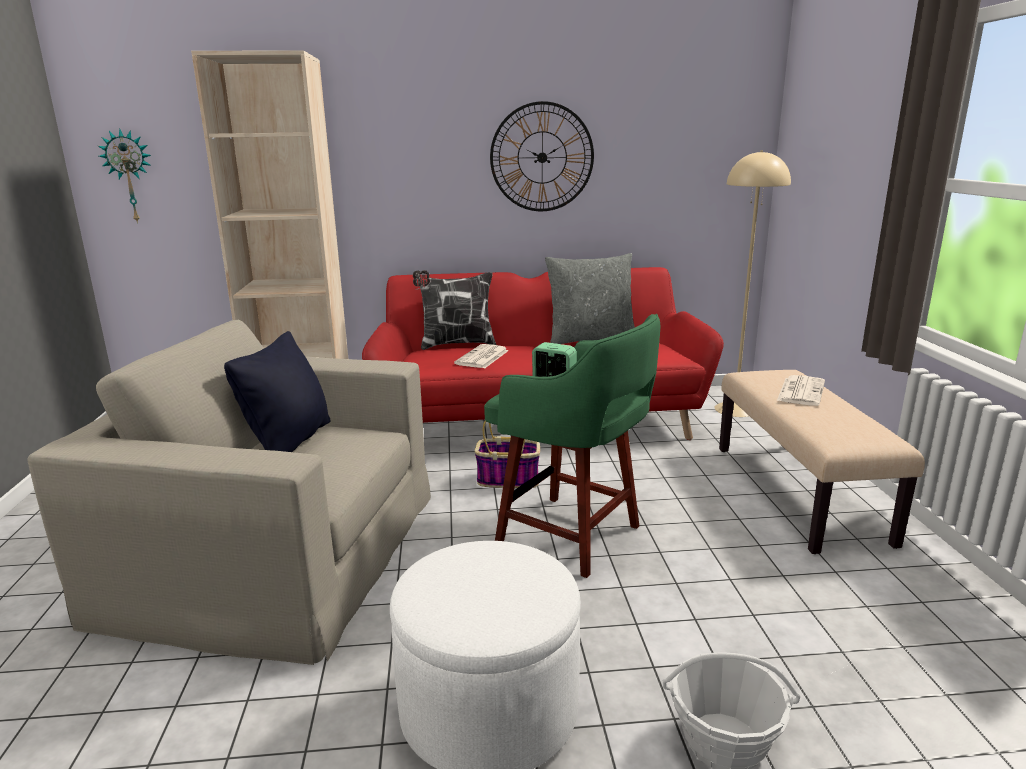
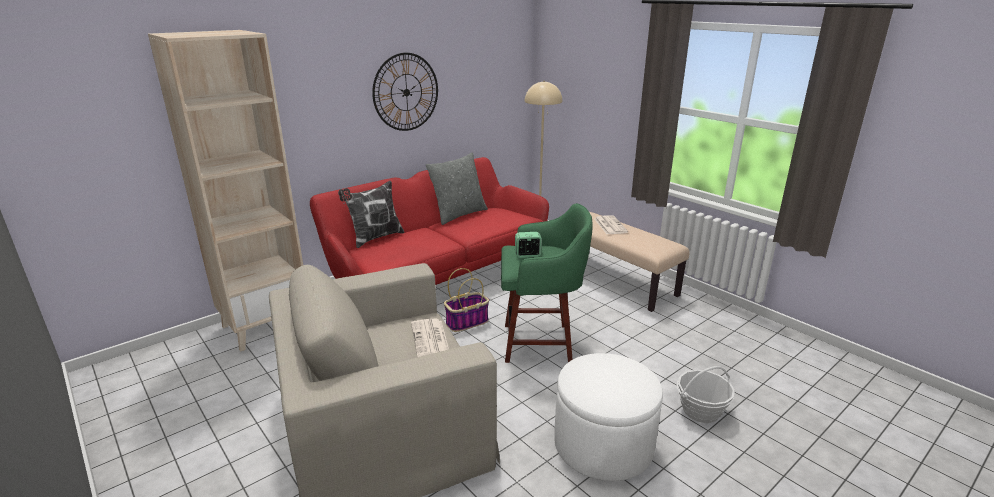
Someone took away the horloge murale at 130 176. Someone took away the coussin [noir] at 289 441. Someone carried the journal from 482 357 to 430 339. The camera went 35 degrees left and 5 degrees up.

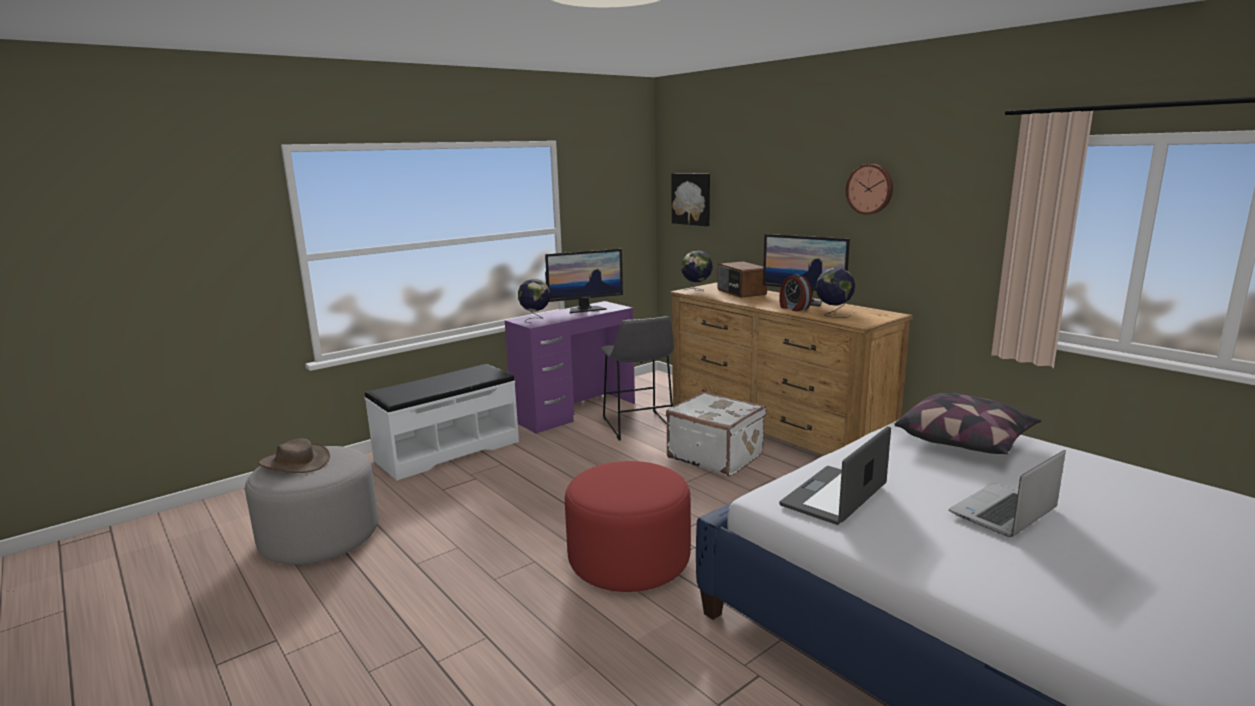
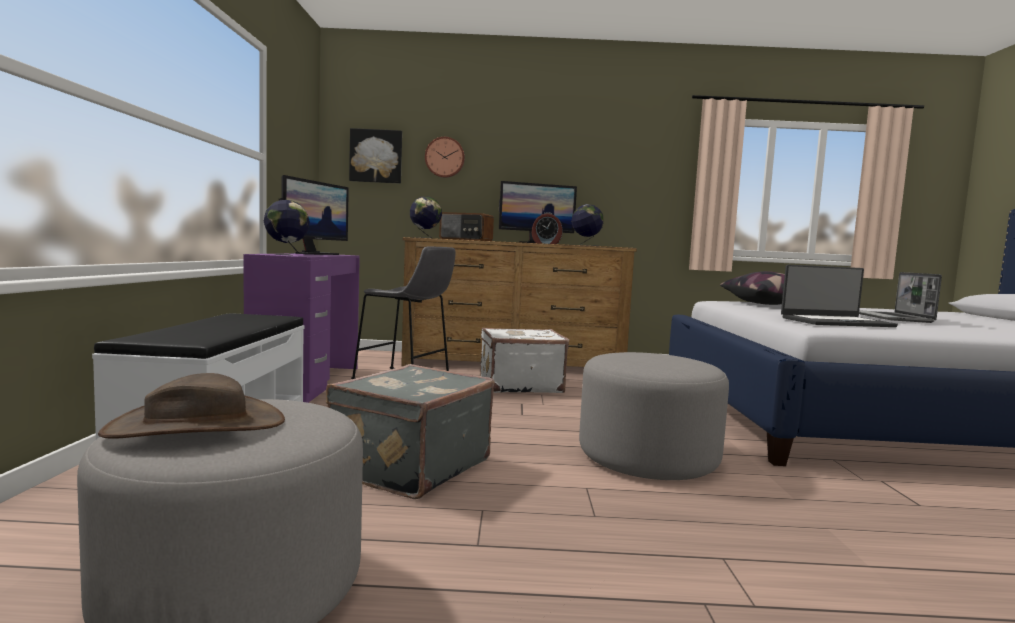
Someone carried the horloge murale from 870 189 to 445 157. Someone rotated the ordinateur portable at 835 496 by 90 degrees counterclockwise. Someone repainted the pouf [rouge] at 629 560, which became the pouf [gris] at 647 457. Someone put down the valise [gris] at 408 466. The camera went 50 degrees left and 10 degrees down.

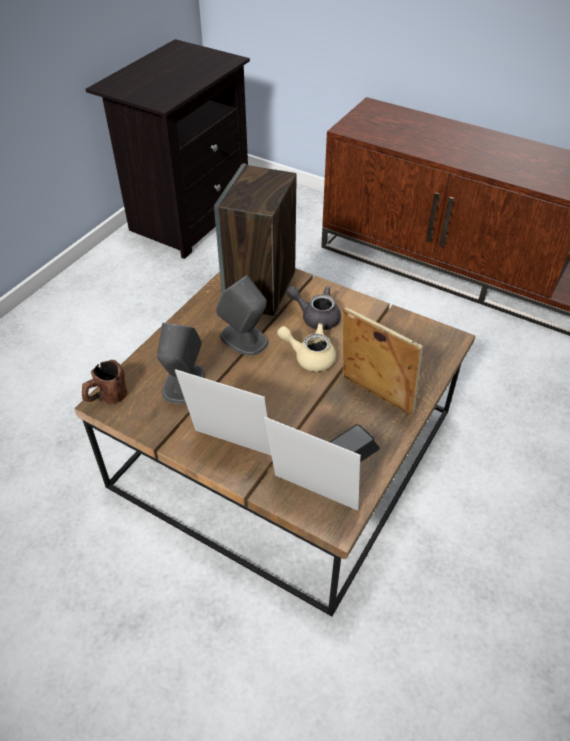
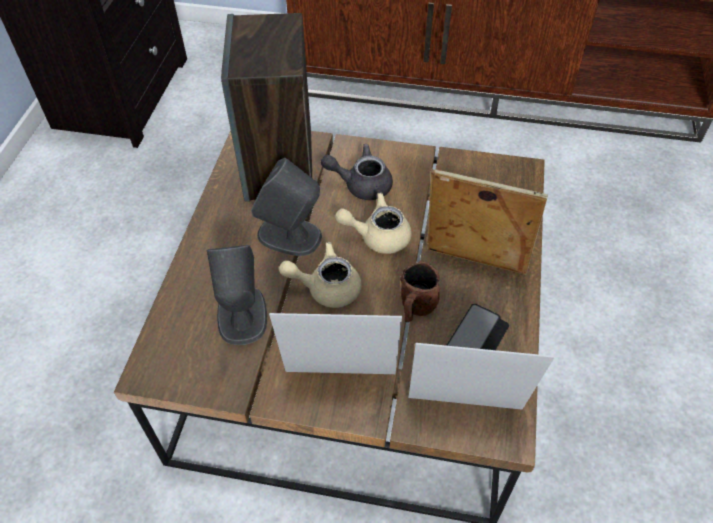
Someone carried the mug [marron] from 106 398 to 415 311. Someone put down the théière [beige] at 326 287. The camera went 20 degrees left and 5 degrees up.

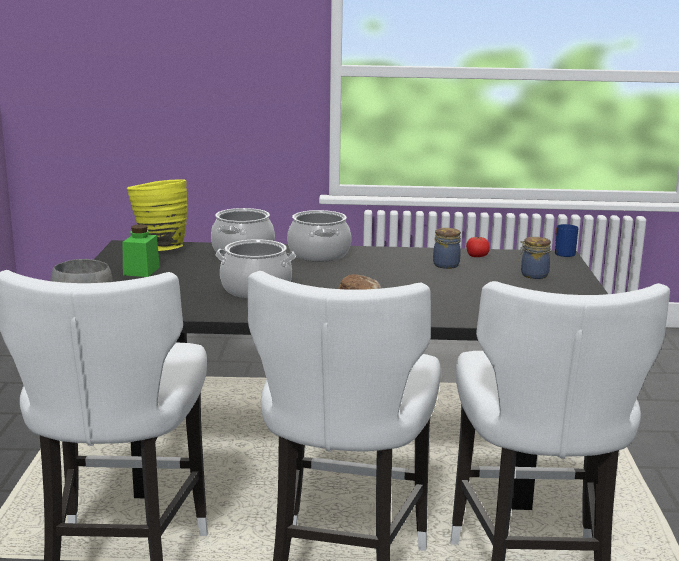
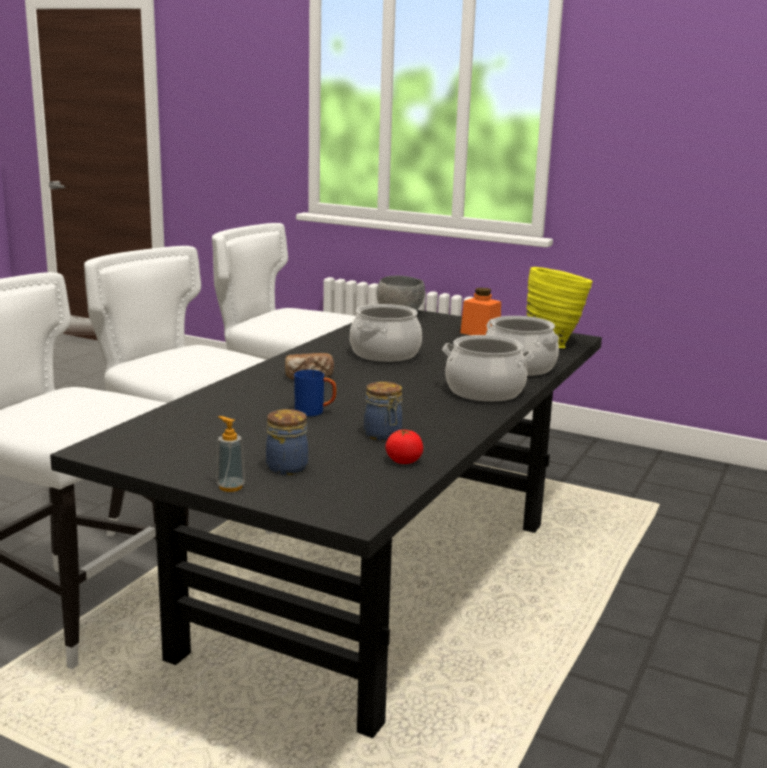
Someone repainted the bocal [vert] at 141 271, which became the bocal [orange] at 480 333. Someone carried the mug [bleu] from 562 253 to 315 412. Someone put down the distributeur de savon at 230 487. The camera went 115 degrees right and 0 degrees up.

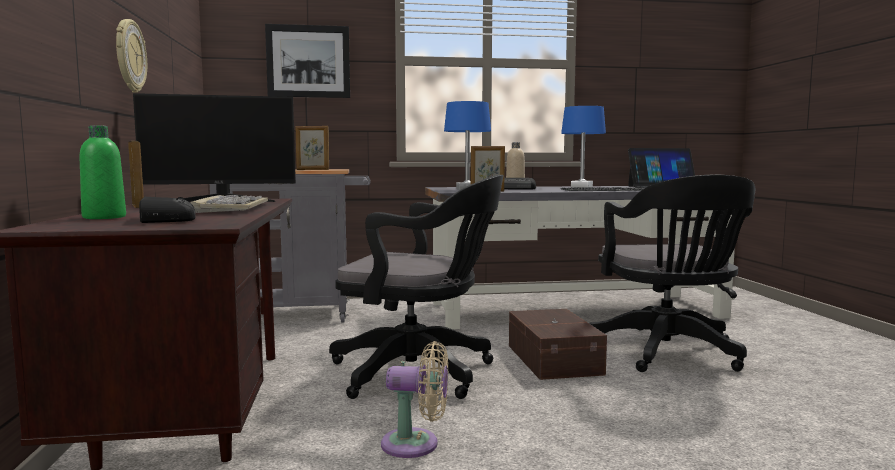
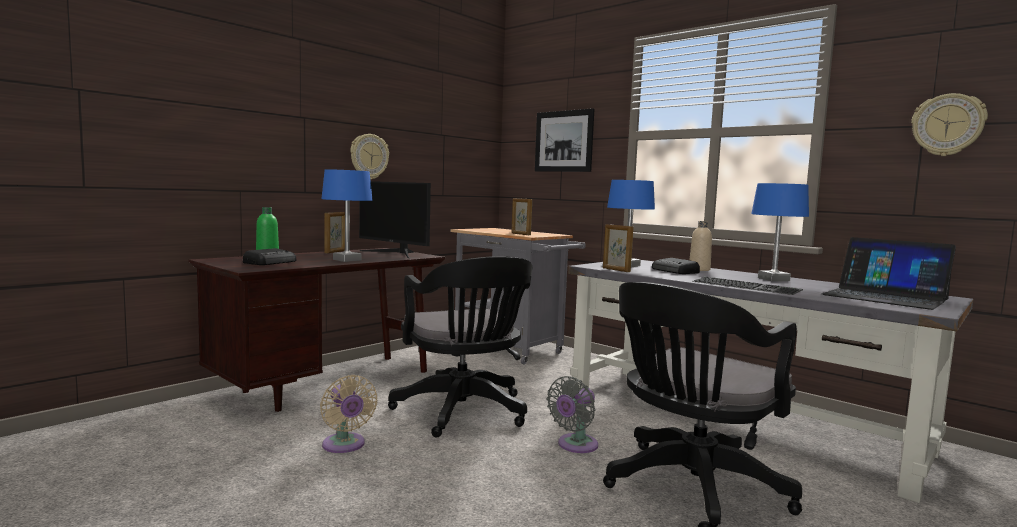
Someone swapped the clavier at 232 208 for the lampe de table [bleu] at 347 260. Someone swapped the boîte de rangement [marron] at 555 359 for the ventilateur [gris] at 575 445. Someone put up the horloge murale at 947 125. The camera went 50 degrees right and 0 degrees up.

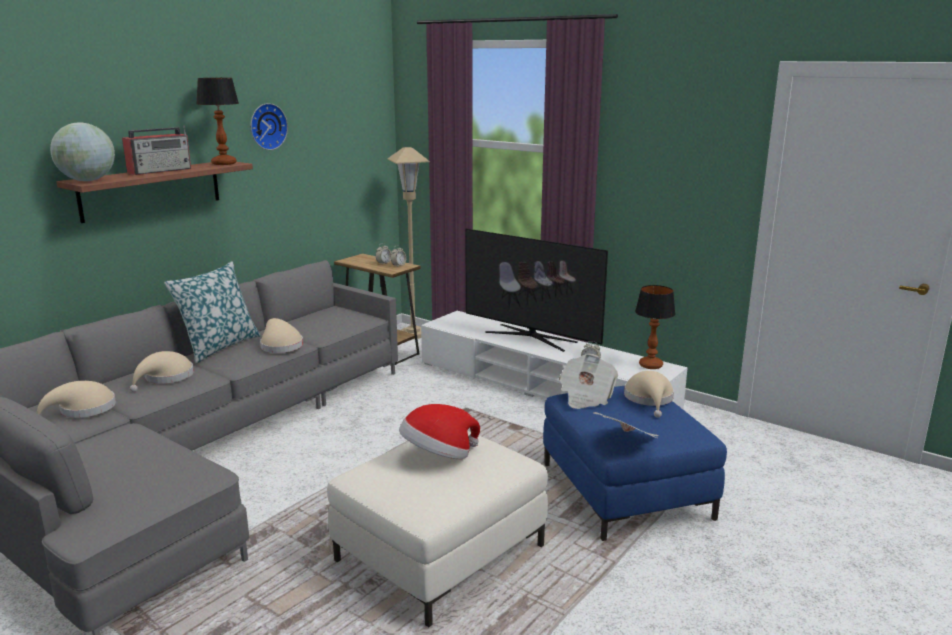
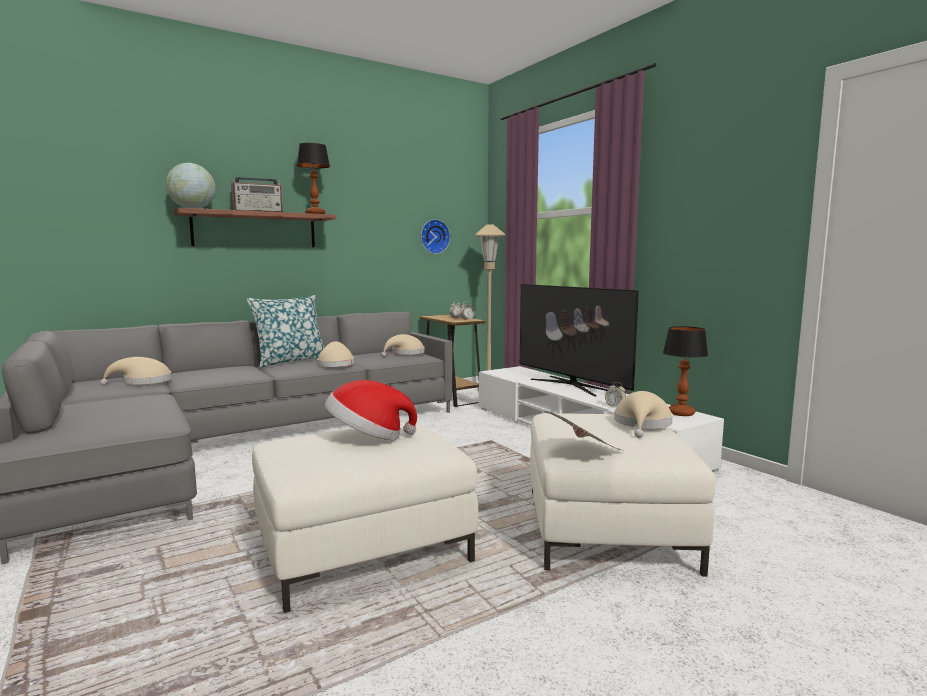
Someone carried the horloge murale from 267 126 to 434 236. Someone carried the chapeau [beige] from 166 378 to 406 353. Someone took away the journal at 586 397. Someone repainted the pouf [bleu] at 625 491, which became the pouf [blanc] at 606 528. The camera went 20 degrees right and 10 degrees down.

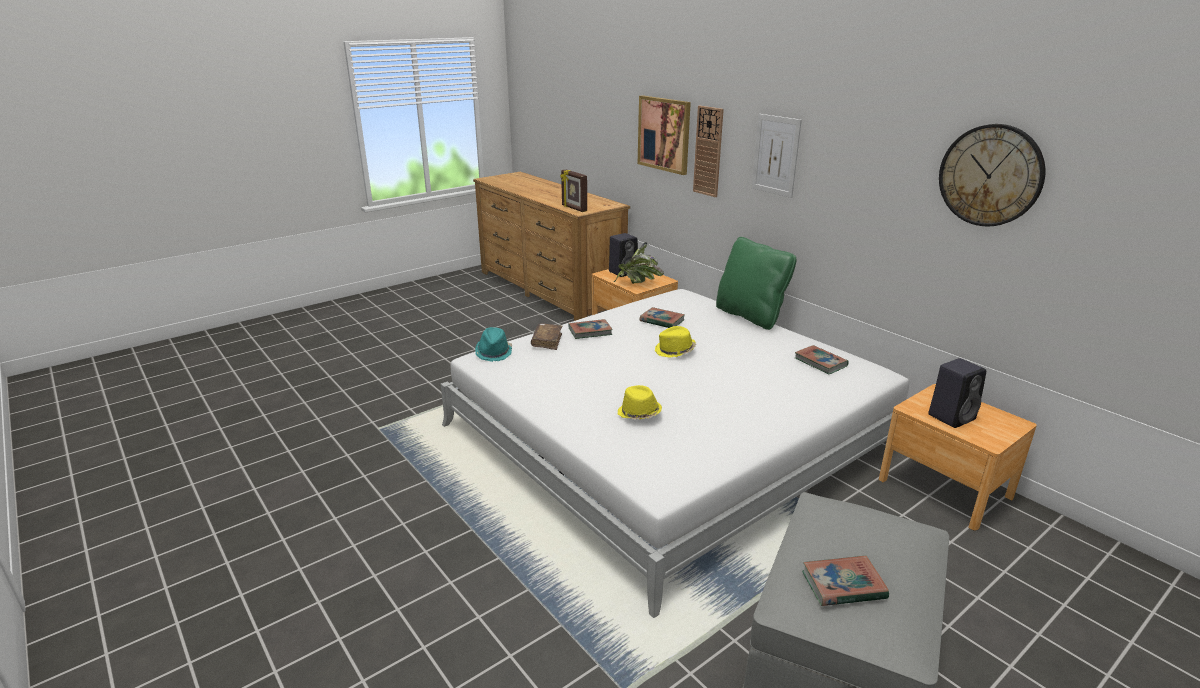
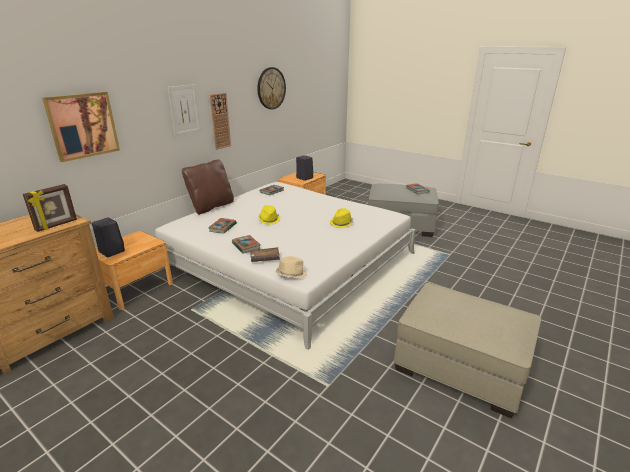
Someone carried the horloge murale from 708 151 to 220 121. Someone repainted the coussin [vert] at 750 316, which became the coussin [marron] at 211 206. Someone took away the plante en pot at 637 284. Someone repainted the chapeau [turquoise] at 494 352, which became the chapeau [beige] at 291 274. Someone put down the pouf [beige] at 461 367. The camera went 105 degrees left and 0 degrees up.

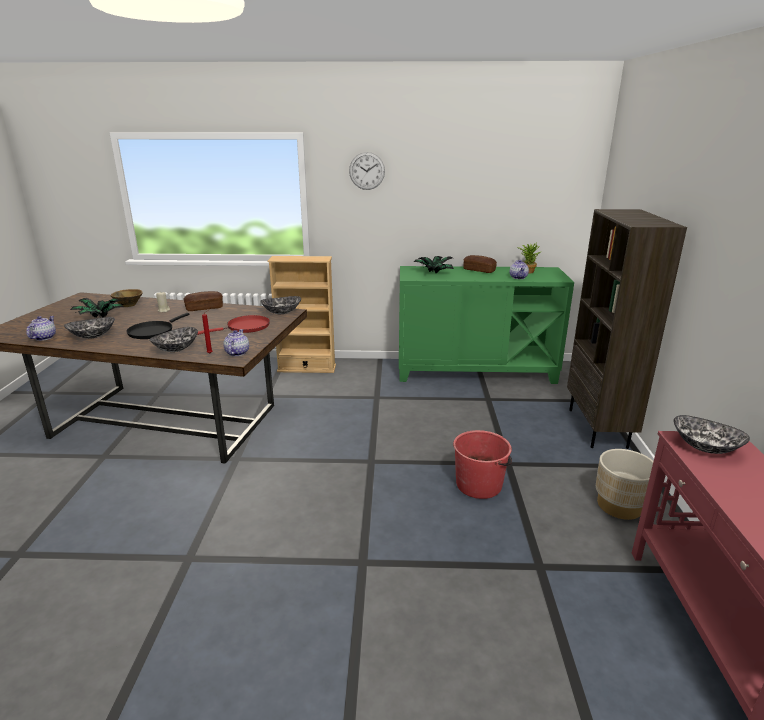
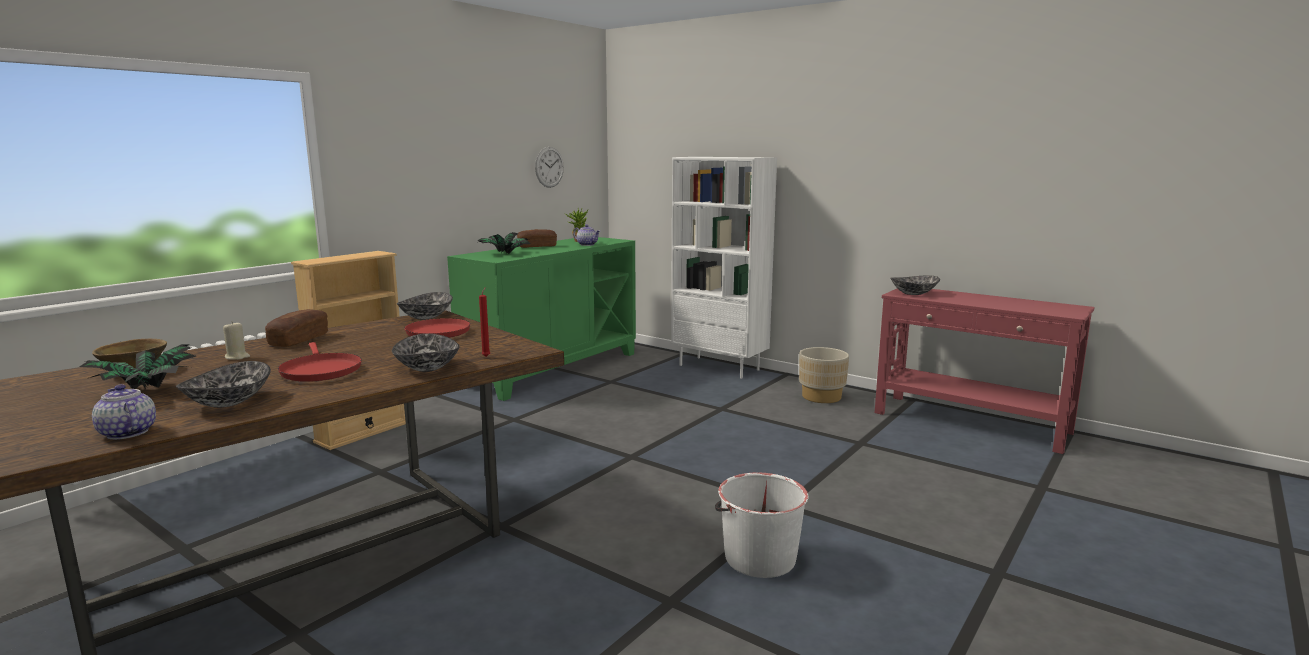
Someone carried the horloge murale from 367 171 to 549 167. Someone repainted the bibliothèque [marron] at 598 428, which became the bibliothèque [blanc] at 720 367. Someone repainted the poêle [noir] at 153 331, which became the poêle [rouge] at 320 370. Someone took away the théière at 237 353. Someone took away the seau [rouge] at 479 485. Someone put down the seau [blanc] at 759 558. The camera went 55 degrees left and 10 degrees down.

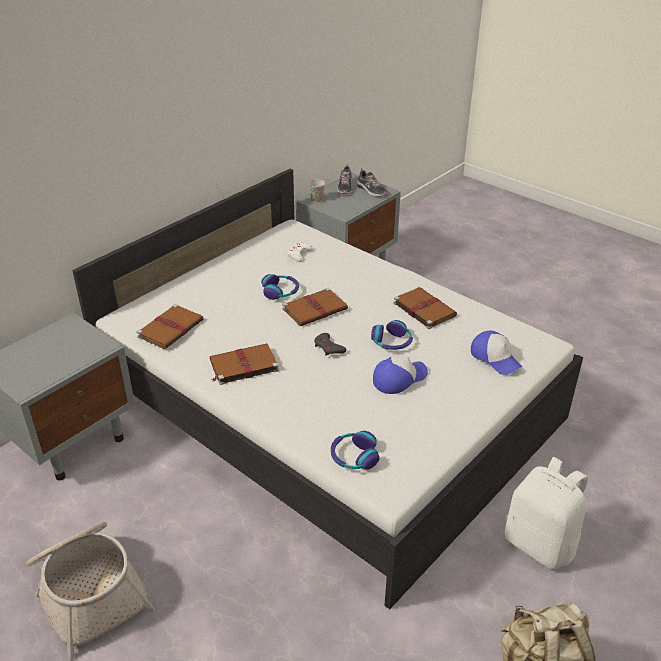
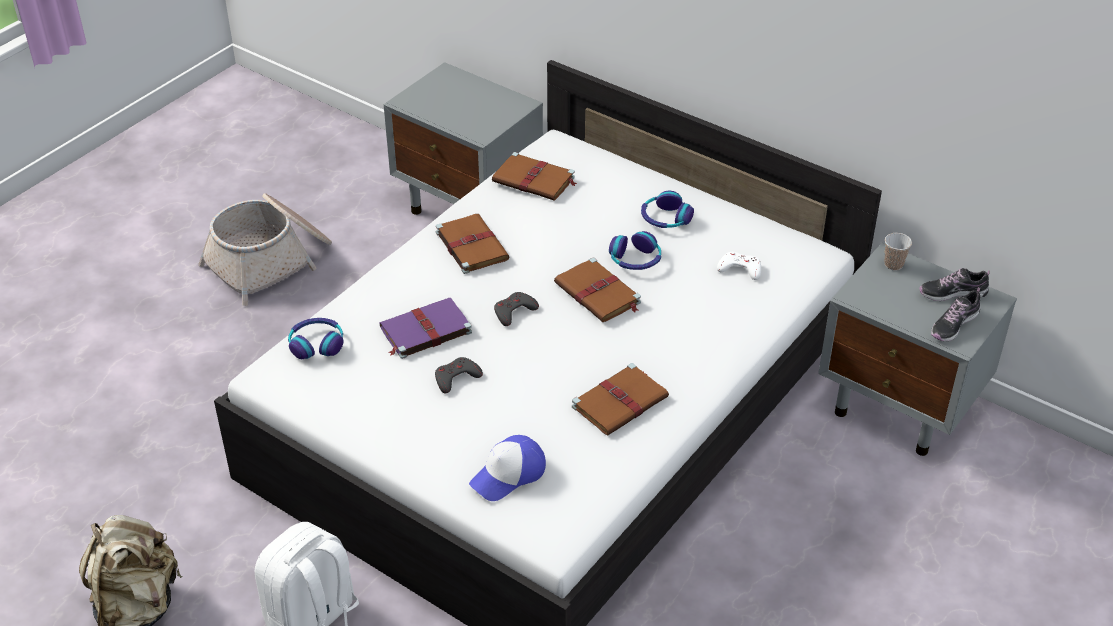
Someone carried the casque audio from 392 342 to 665 218. Someone swapped the casquette at 399 378 for the manette [gris] at 456 378. Someone put down the livre [violet] at 424 331. The camera went 85 degrees right and 5 degrees up.

